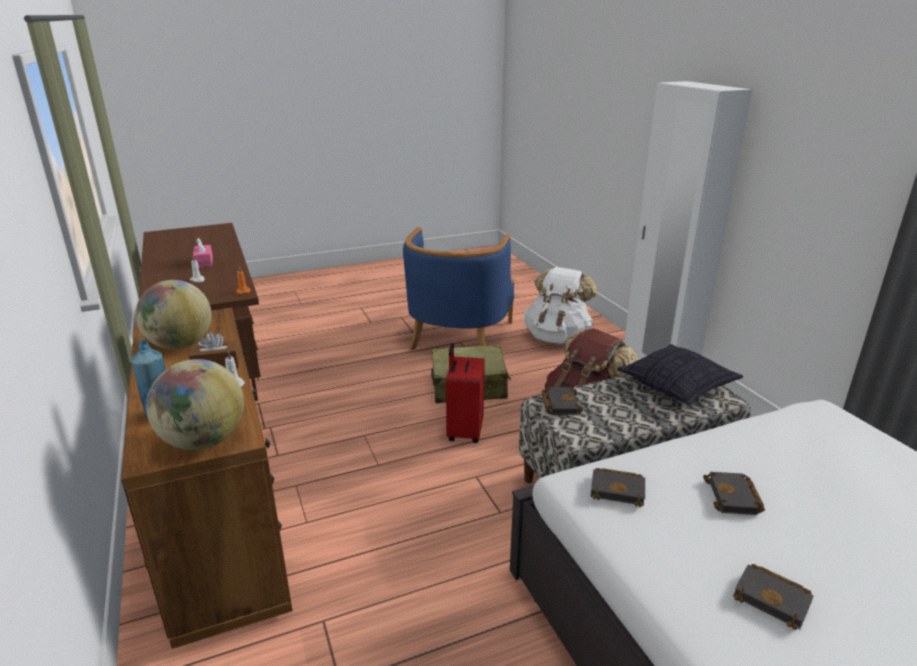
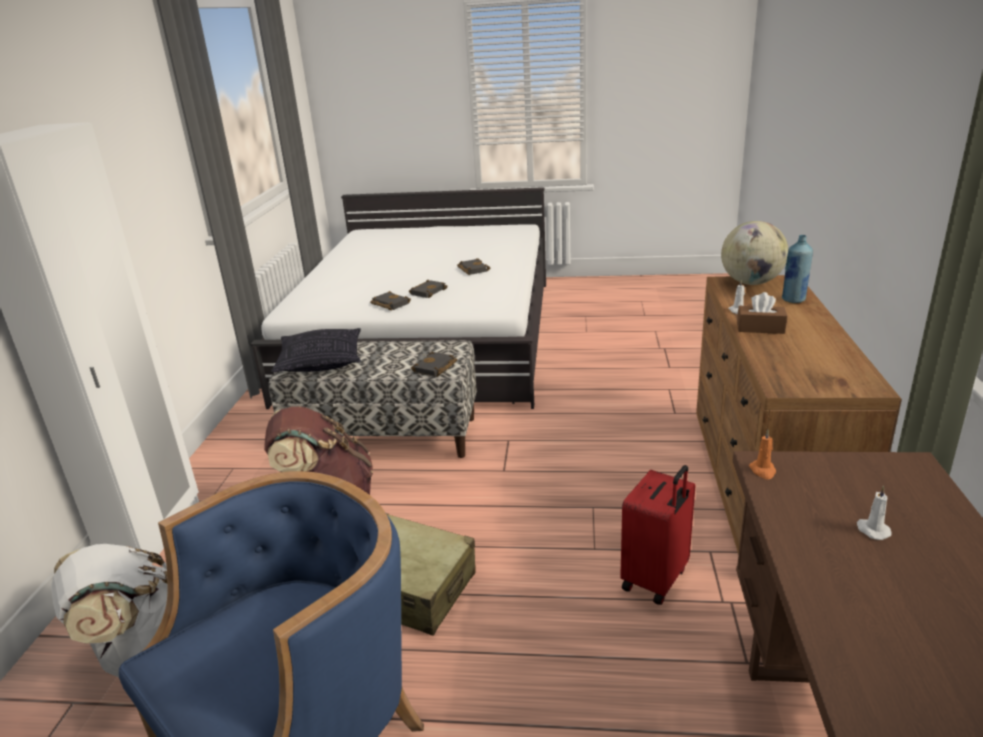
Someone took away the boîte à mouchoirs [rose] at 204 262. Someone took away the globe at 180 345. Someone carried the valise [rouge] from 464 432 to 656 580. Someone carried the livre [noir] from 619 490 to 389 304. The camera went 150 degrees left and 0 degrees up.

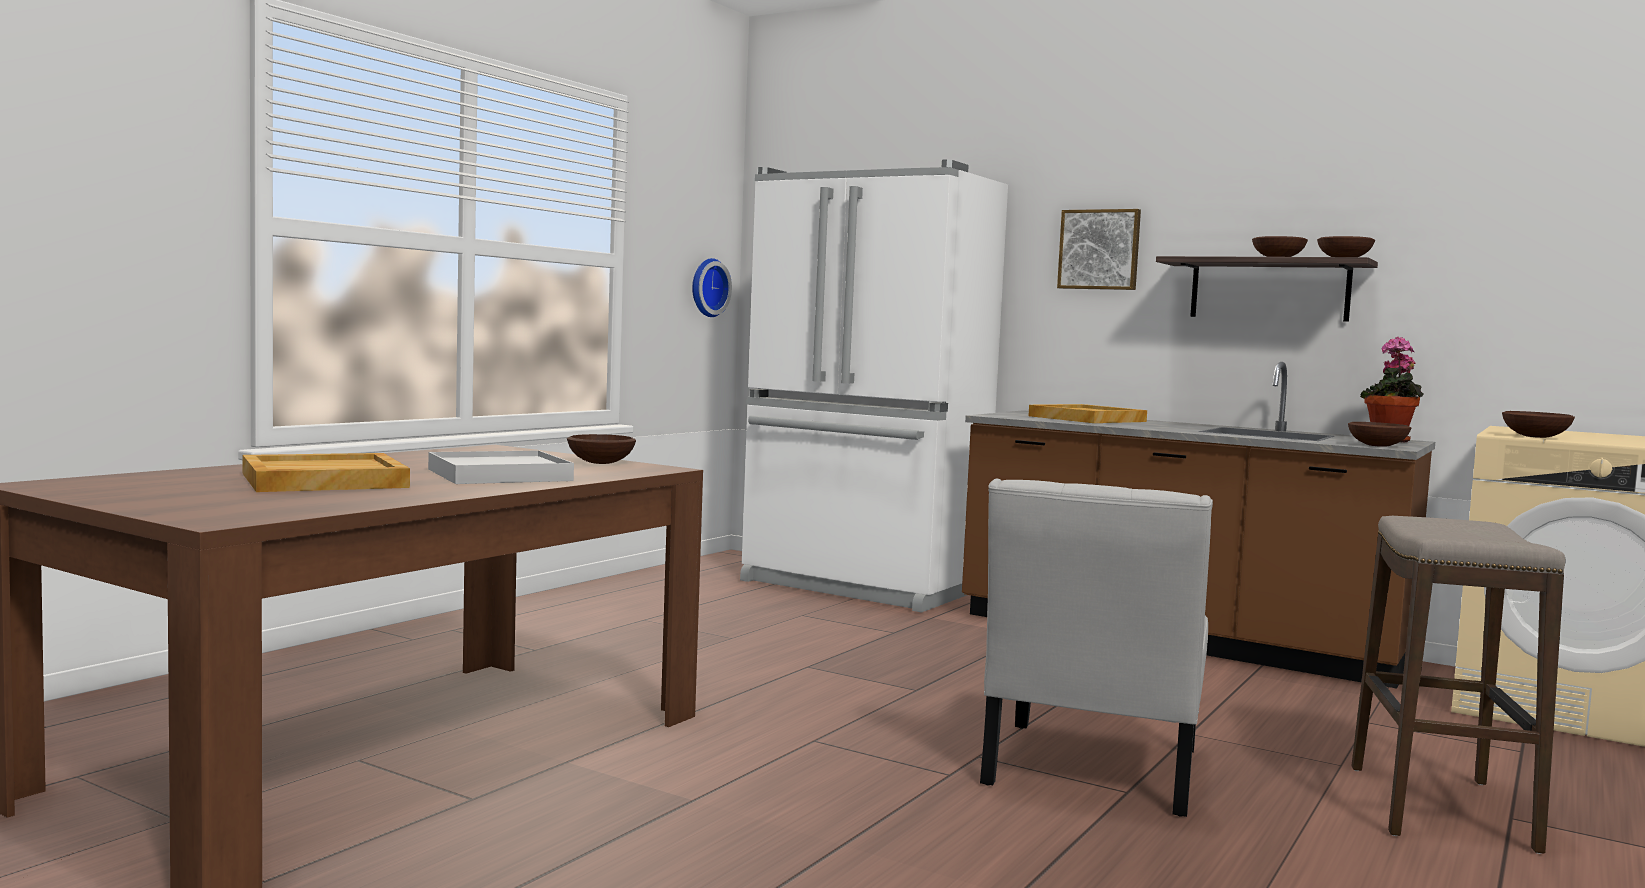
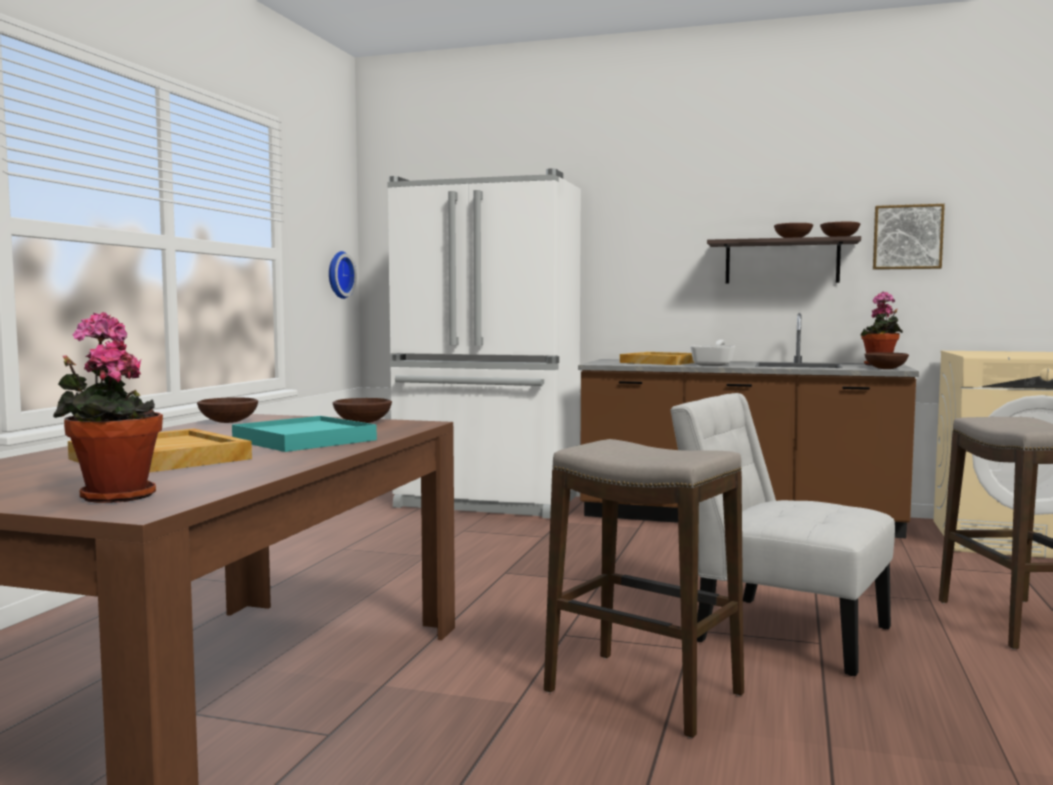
Someone carried the tableau from 1099 249 to 907 237. Someone carried the bol [marron] from 1534 436 to 228 421. Someone repainted the plateau [blanc] at 499 475, which became the plateau [turquoise] at 304 440. Someone rotated the chaise [blanc] at 1089 772 by 120 degrees clockwise. Someone put down the plante en pot at 112 495. Someone put down the poêle at 714 364. Someone put down the tabouret at 643 693. The camera went 15 degrees left and 0 degrees up.

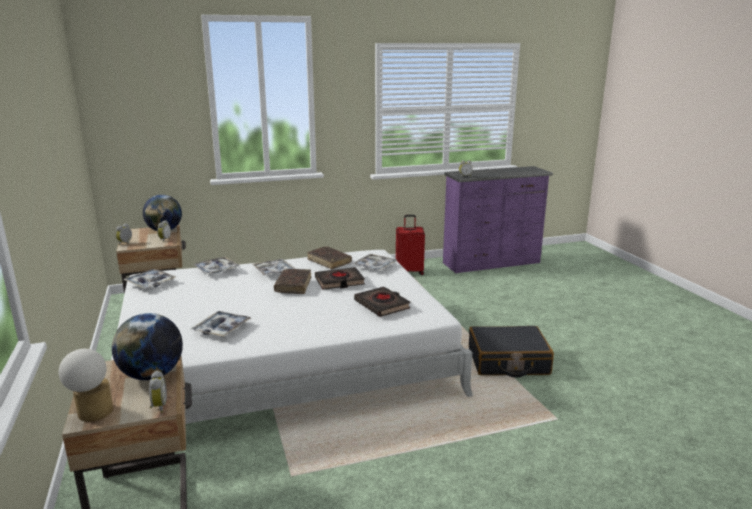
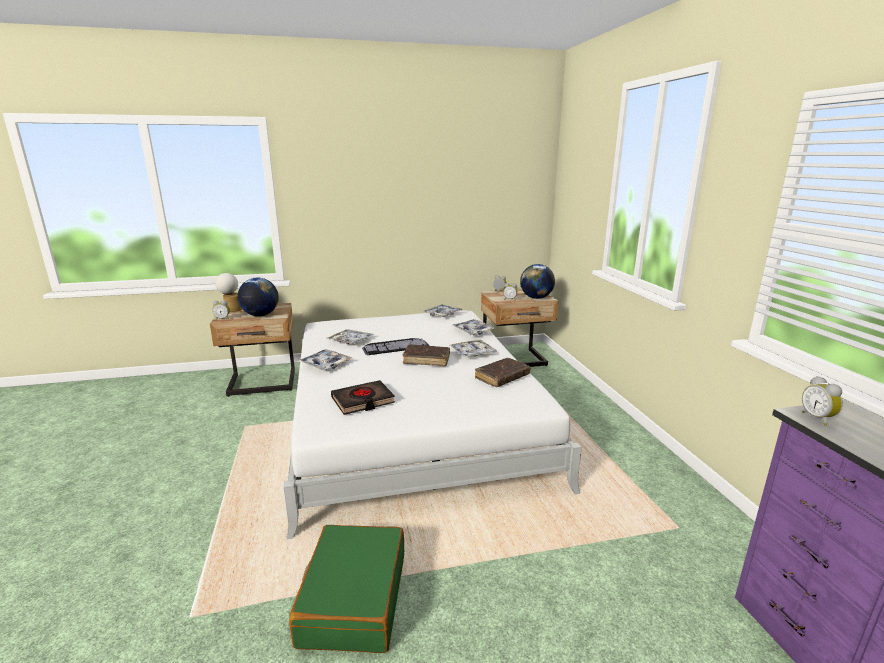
Someone took away the valise [rouge] at 409 272. Someone carried the plateau from 375 266 to 325 364. Someone took away the livre [noir] at 339 282. Someone repainted the valise [noir] at 508 362, which became the valise [vert] at 353 598. Someone put down the clavier at 395 346. The camera went 95 degrees right and 0 degrees up.

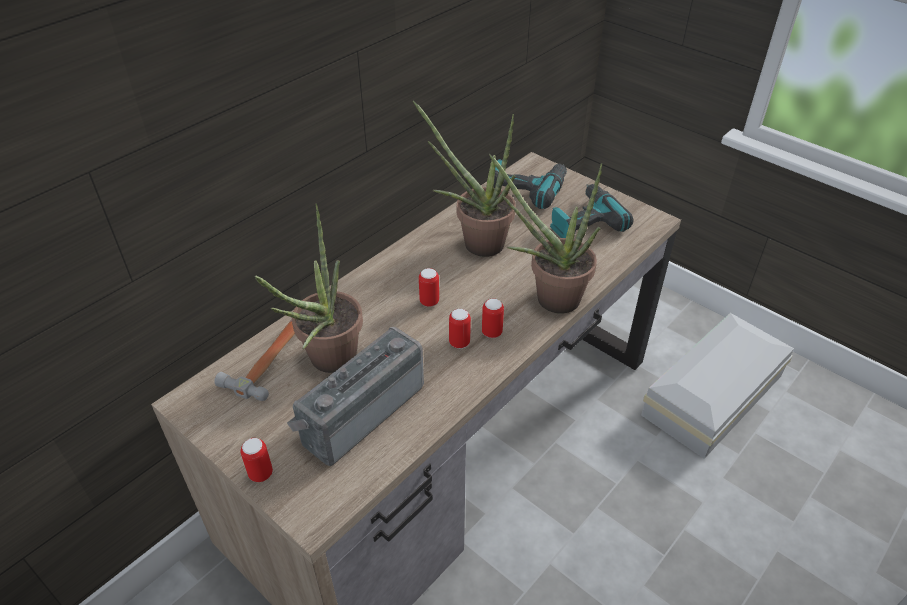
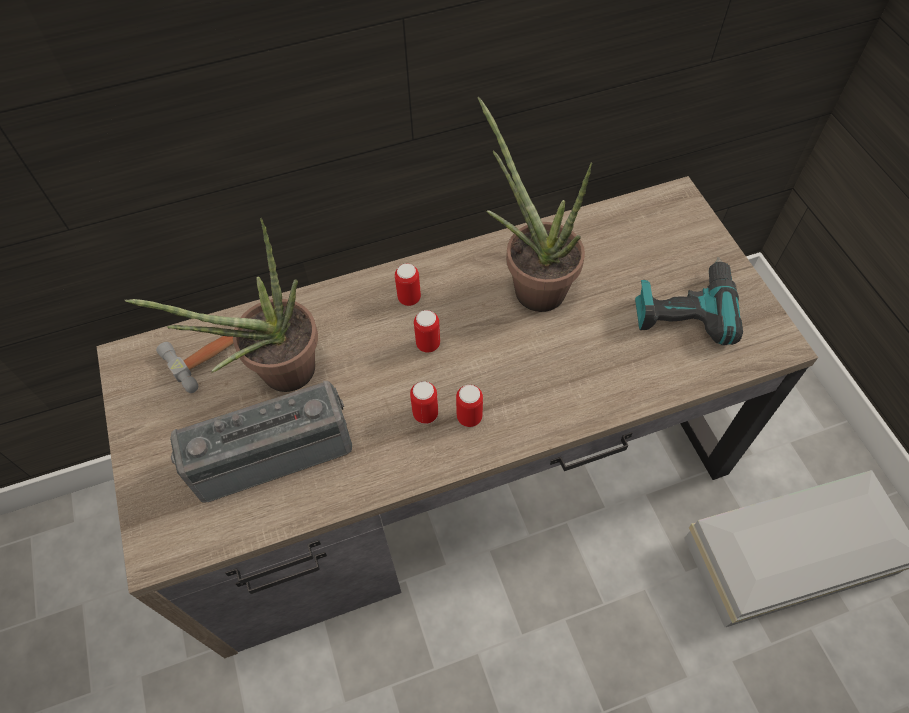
Someone took away the plante en pot at 548 297. Someone took away the perceuse at 527 188. Someone carried the boîte métallique from 261 473 to 409 298. The camera went 30 degrees right and 15 degrees up.

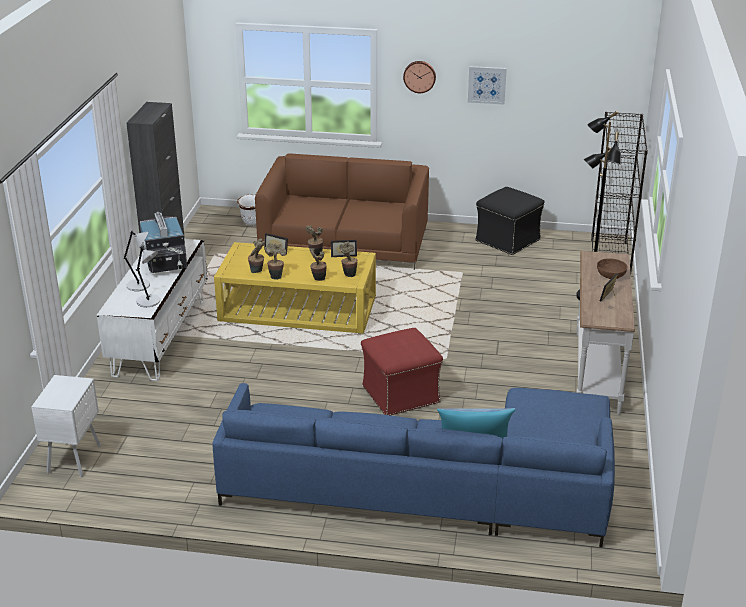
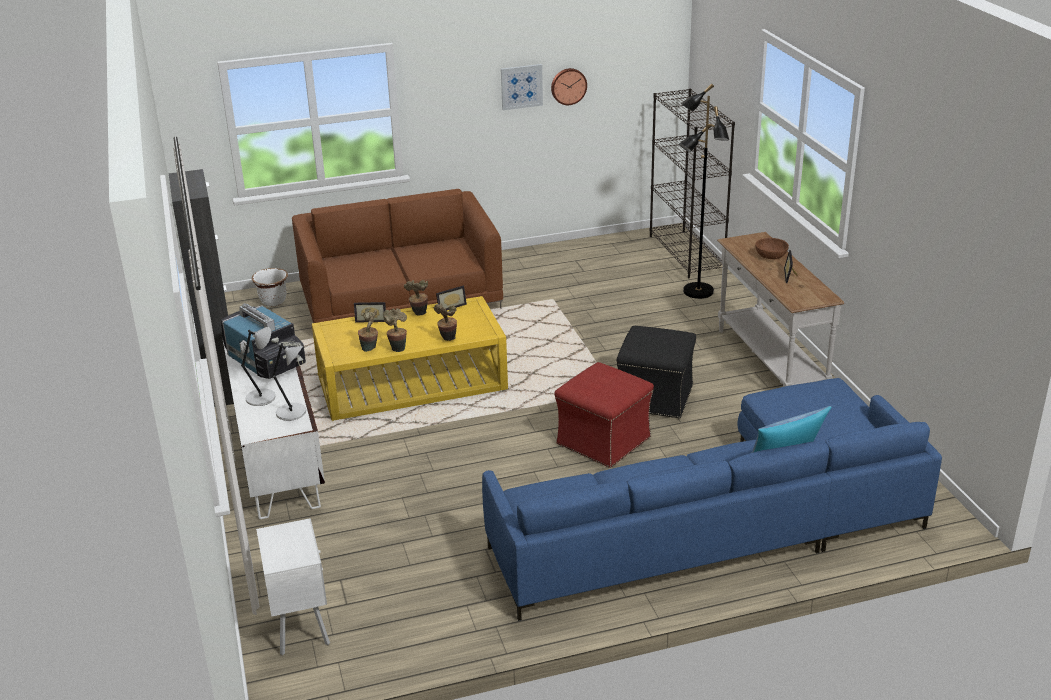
Someone carried the horloge murale from 419 76 to 568 86. Someone carried the pouf [noir] from 507 240 to 655 398. Someone took away the plante en pot at 349 274. The camera went 25 degrees left and 0 degrees up.

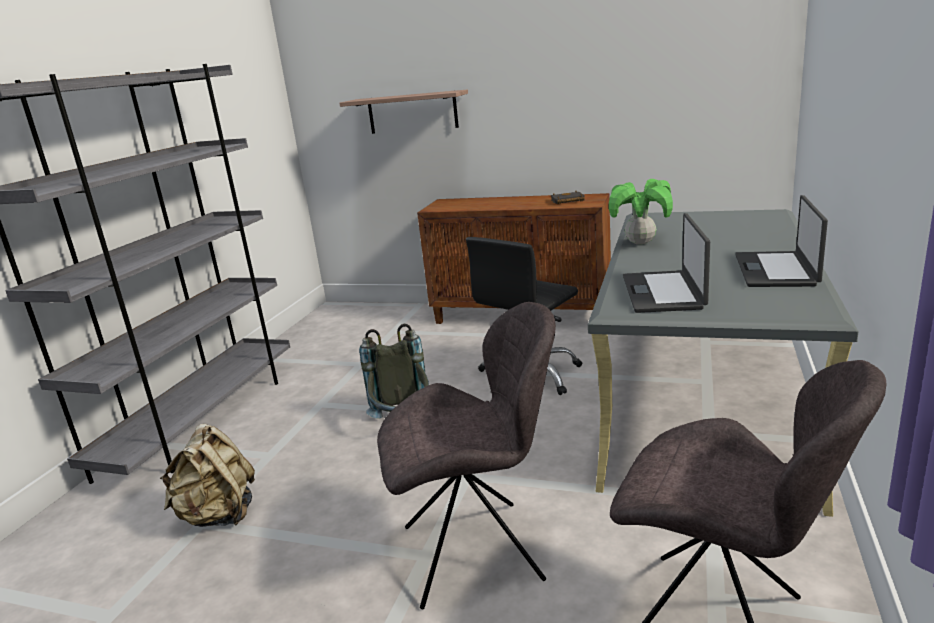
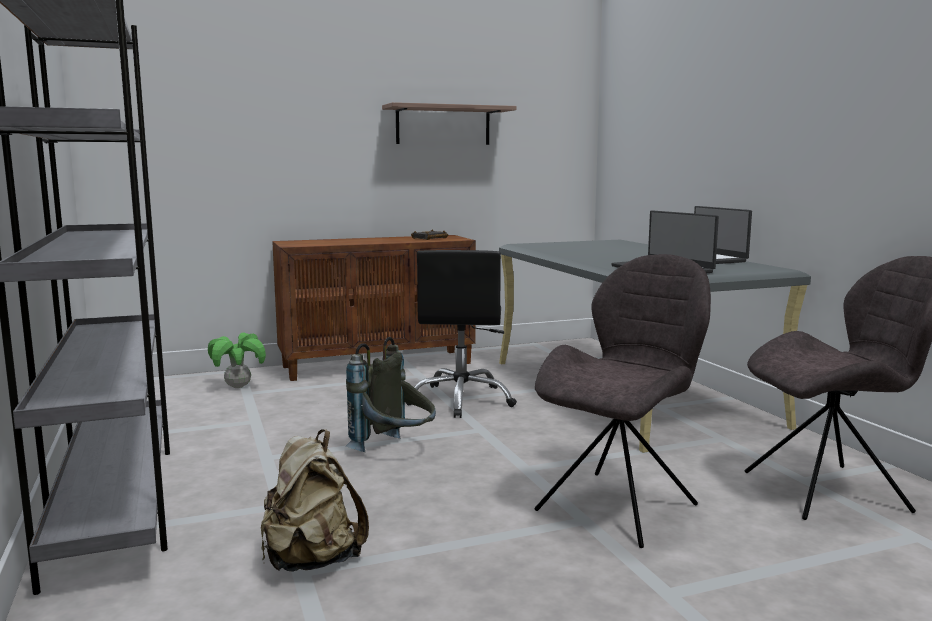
Someone carried the étagère from 412 112 to 443 125. Someone carried the plante en pot from 640 243 to 238 386. The camera went 40 degrees left and 10 degrees down.

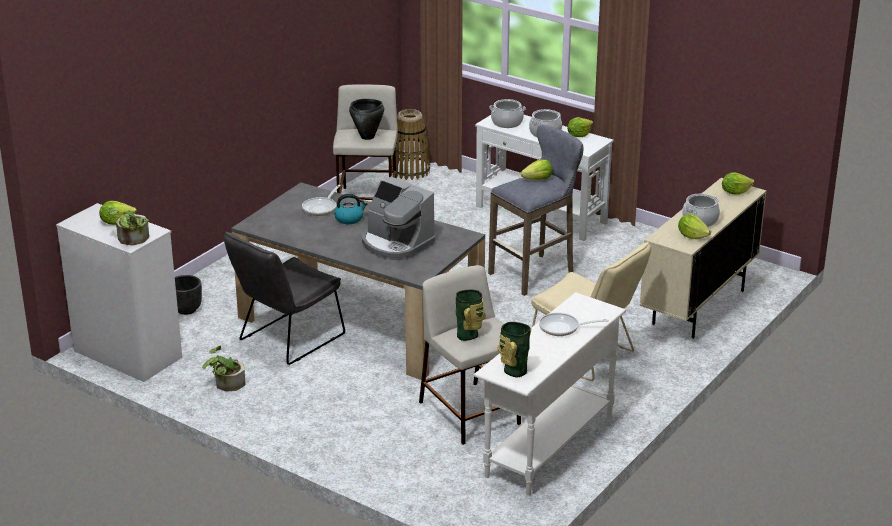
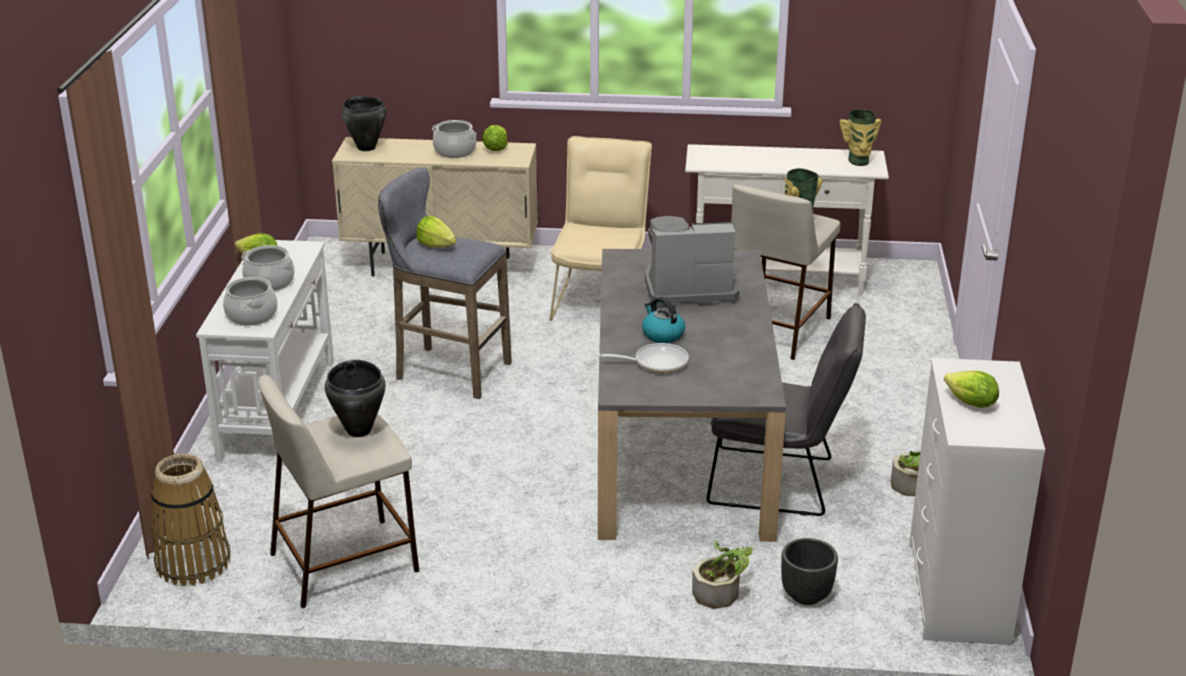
Someone swapped the laitue at 735 192 for the marmite [noir] at 366 148. Someone rotated the machine à café at 396 244 by 105 degrees counterclockwise. Someone carried the plante en pot from 131 240 to 721 592. Someone took away the poêle at 563 328. The camera went 120 degrees left and 0 degrees up.

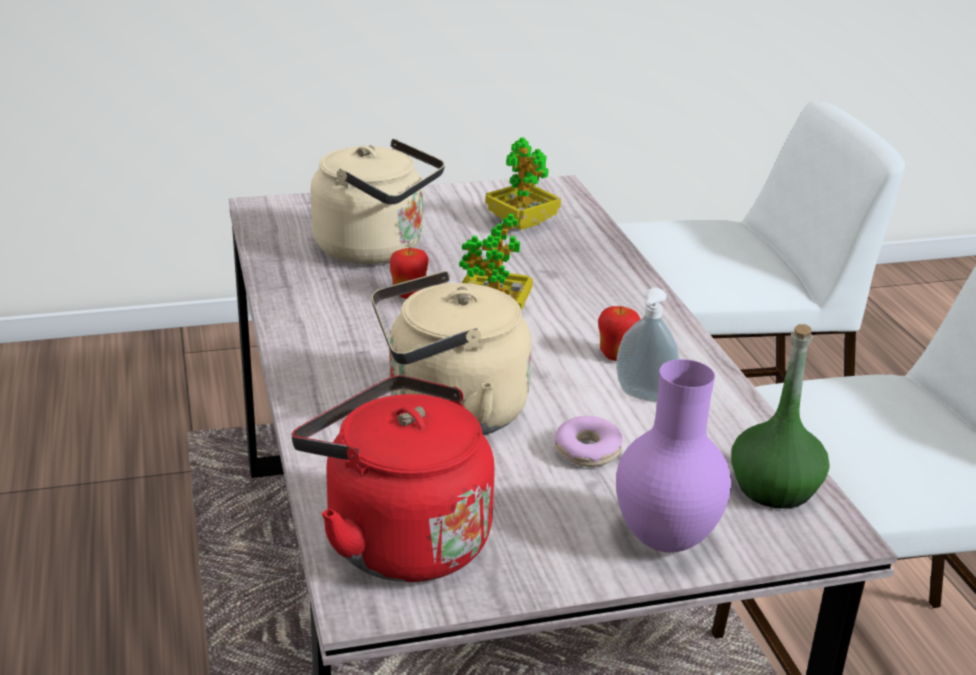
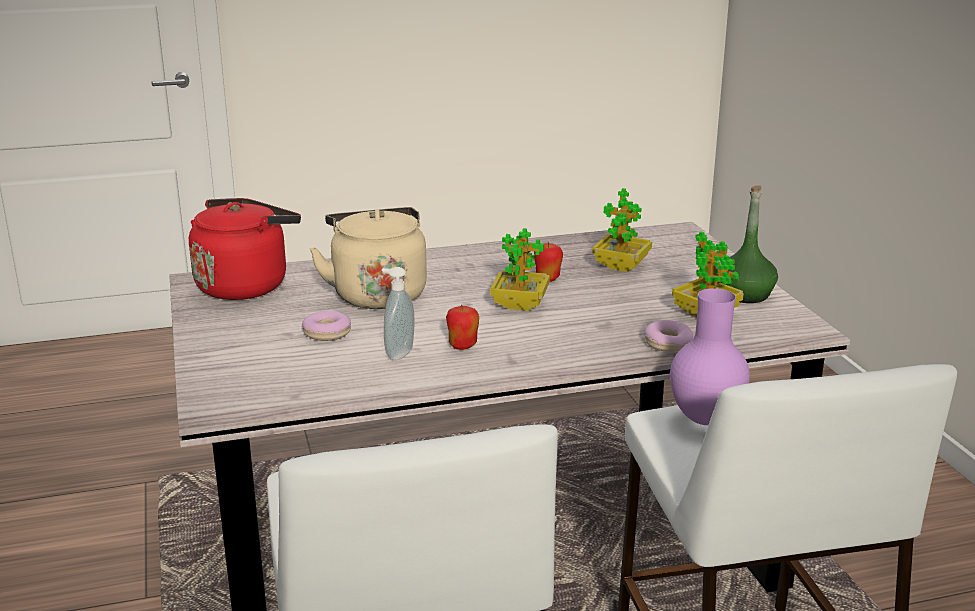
Someone swapped the bouilloire [beige] at 376 249 for the plante en pot at 621 266. Someone carried the bouteille [vert] from 775 488 to 745 295. Someone carried the vase [violet] from 663 540 to 706 419. Someone put down the beignet at 668 344. The camera went 90 degrees right and 5 degrees down.

